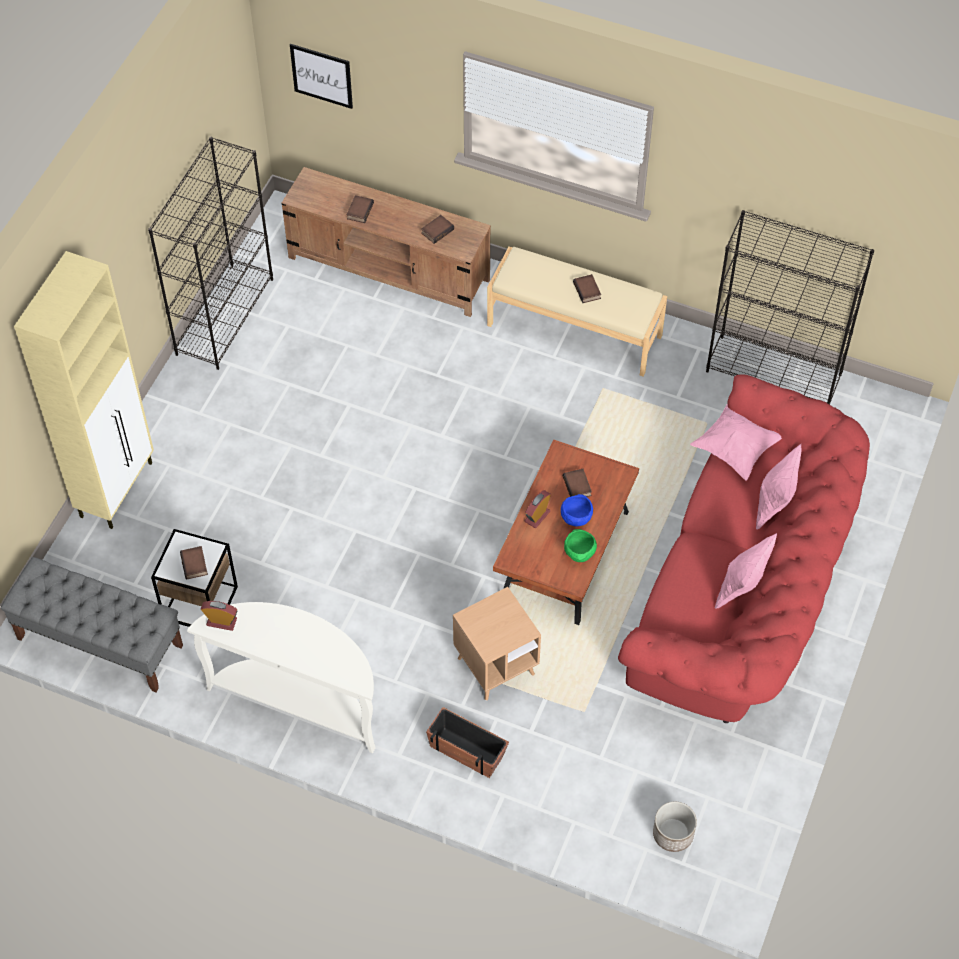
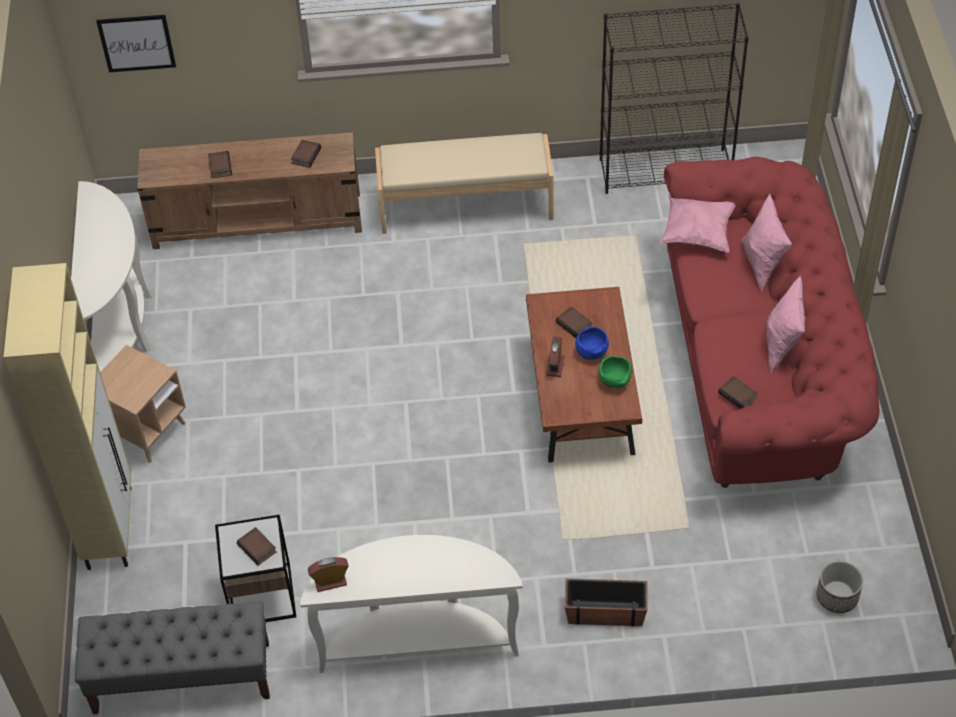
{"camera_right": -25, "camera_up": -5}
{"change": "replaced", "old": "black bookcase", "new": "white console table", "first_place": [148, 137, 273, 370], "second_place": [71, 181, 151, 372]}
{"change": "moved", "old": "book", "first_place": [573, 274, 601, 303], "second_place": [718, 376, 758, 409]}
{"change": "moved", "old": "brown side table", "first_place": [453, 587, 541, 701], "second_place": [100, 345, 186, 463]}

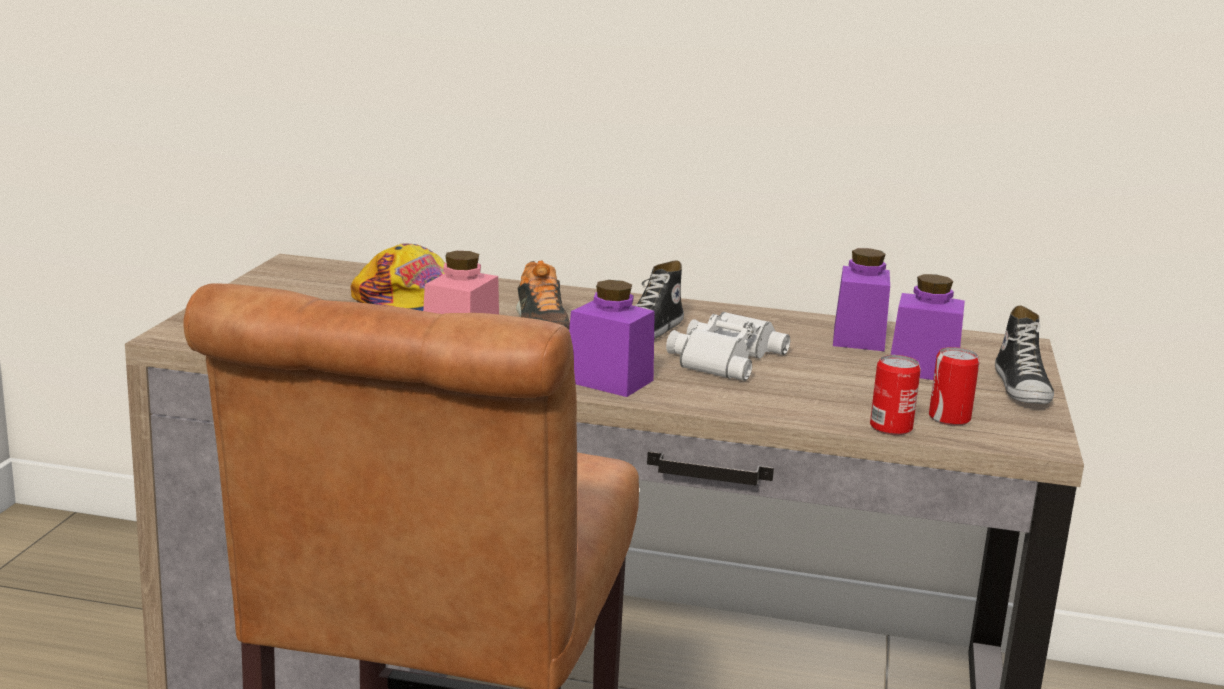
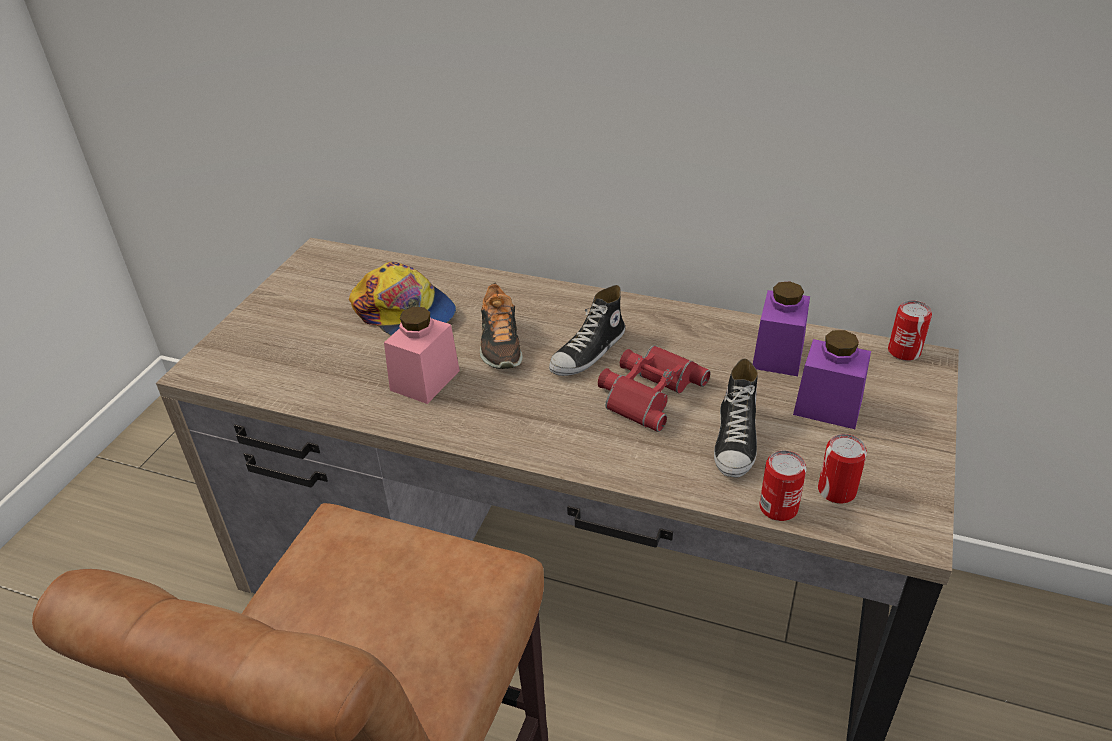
{"camera_right": 10, "camera_up": 20}
{"change": "removed", "old": "purple jar", "first_place": [569, 280, 655, 397]}
{"change": "moved", "old": "shoe", "first_place": [995, 306, 1054, 404], "second_place": [714, 359, 758, 478]}
{"change": "recoloured", "old": "white binoculars", "new": "red binoculars", "first_place": [666, 312, 790, 381], "second_place": [598, 345, 711, 432]}
{"change": "added", "new": "can", "second_place": [888, 300, 932, 361]}

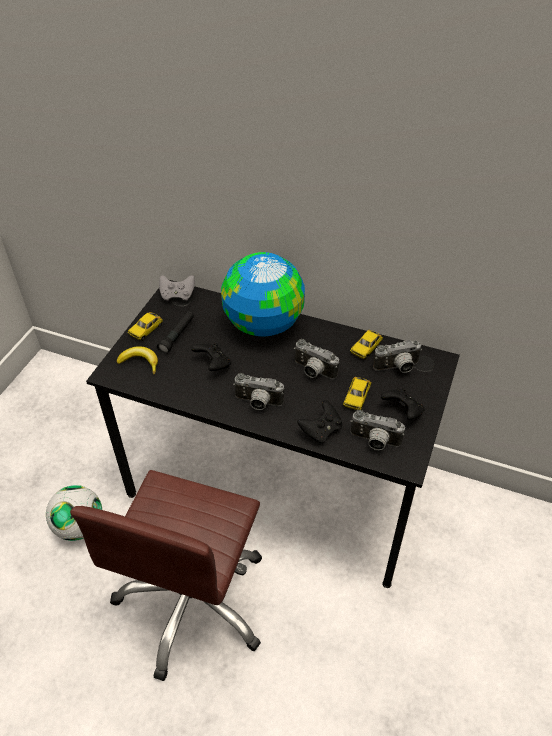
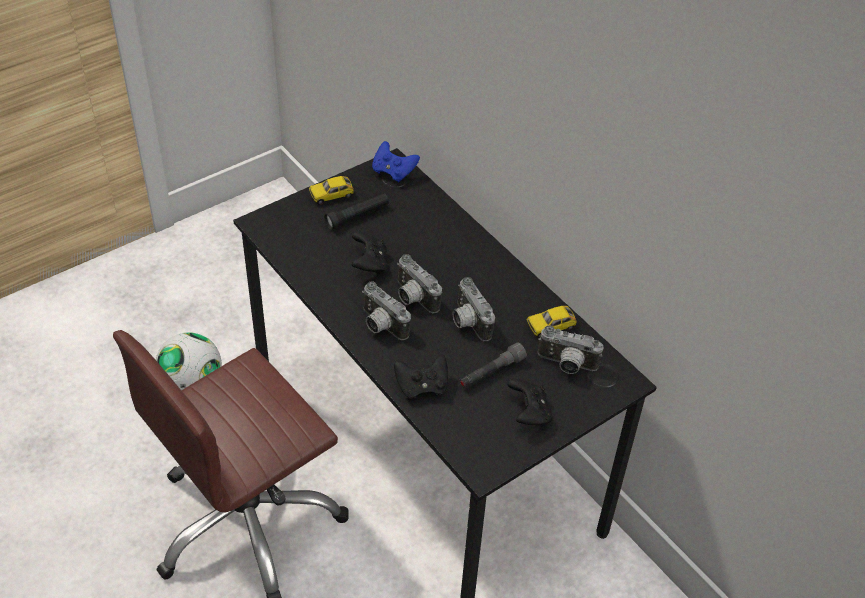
{"camera_right": 30, "camera_up": 0}
{"change": "removed", "old": "globe", "first_place": [221, 252, 305, 337]}
{"change": "recoloured", "old": "grey game controller", "new": "blue game controller", "first_place": [159, 275, 195, 301], "second_place": [372, 141, 420, 183]}
{"change": "removed", "old": "banana", "first_place": [117, 346, 158, 374]}
{"change": "replaced", "old": "toy car", "new": "grey flashlight", "first_place": [343, 377, 371, 410], "second_place": [459, 342, 527, 388]}
{"change": "moved", "old": "photo camera", "first_place": [350, 410, 405, 450], "second_place": [397, 254, 442, 313]}

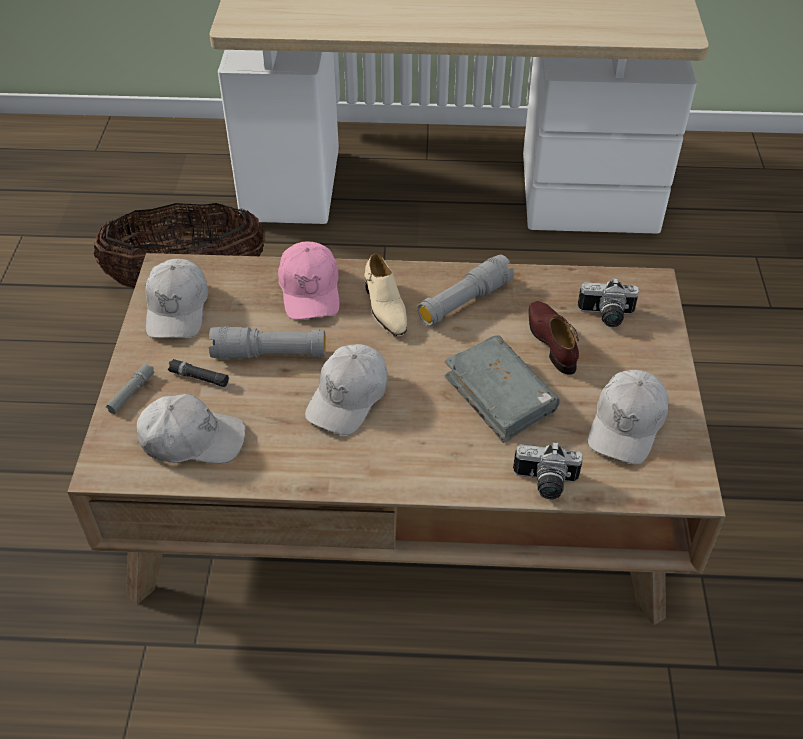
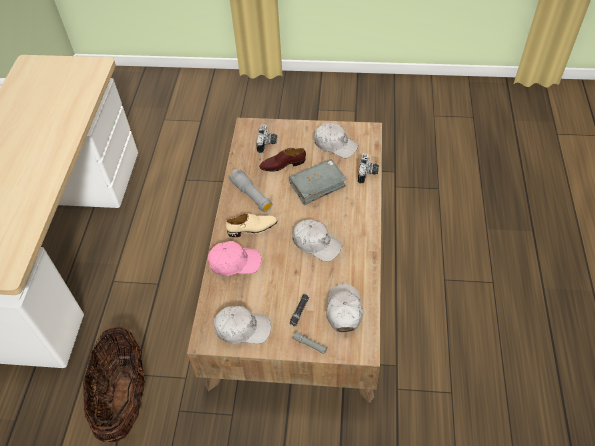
{"camera_right": -85, "camera_up": 5}
{"change": "removed", "old": "grey flashlight", "first_place": [209, 326, 326, 359]}

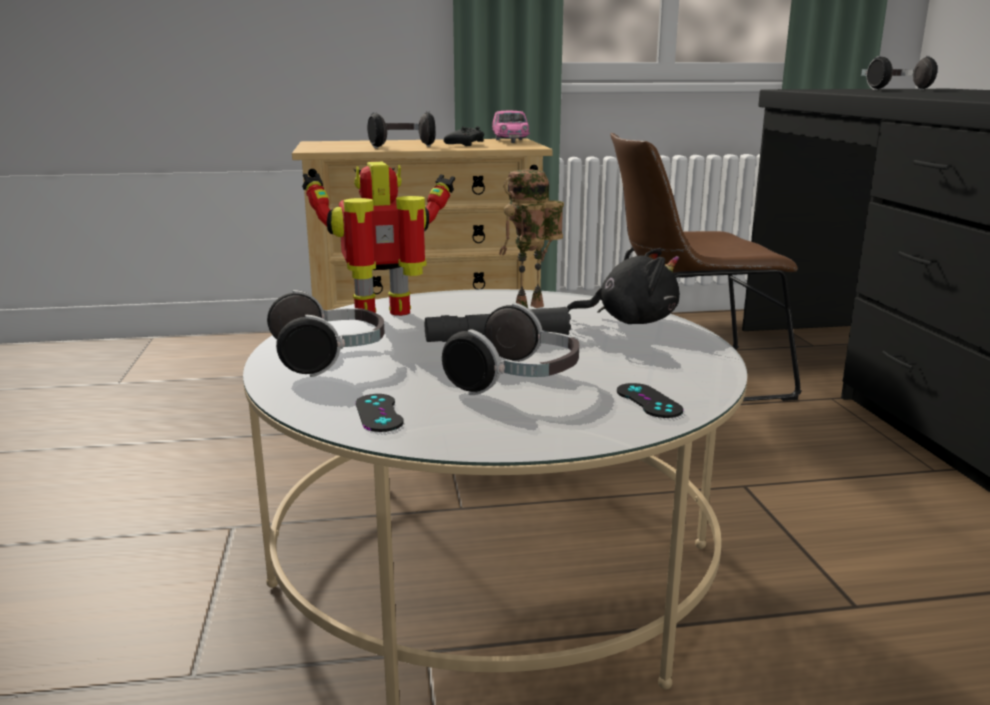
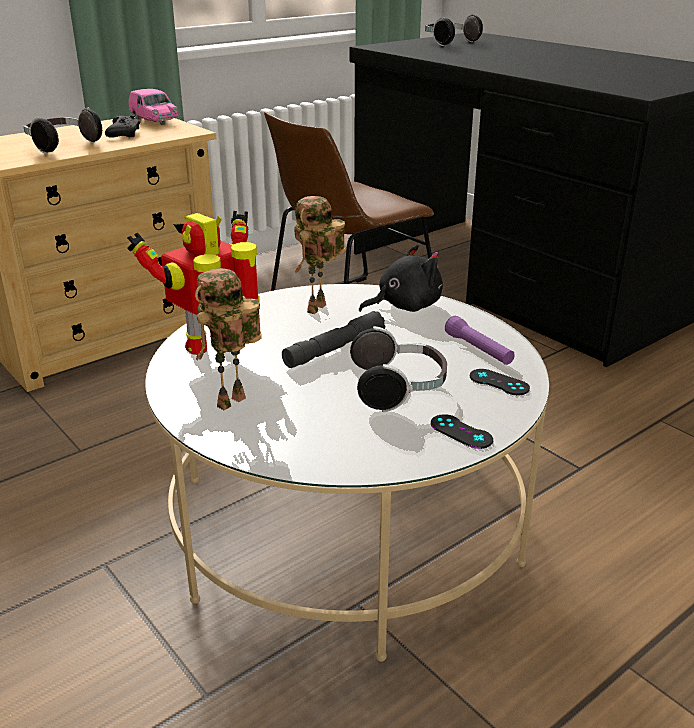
{"camera_right": -30, "camera_up": 10}
{"change": "replaced", "old": "headphones", "new": "toy robot", "first_place": [267, 290, 384, 377], "second_place": [195, 268, 262, 410]}
{"change": "moved", "old": "black game controller", "first_place": [356, 394, 404, 432], "second_place": [431, 414, 493, 449]}
{"change": "added", "new": "purple flashlight", "second_place": [445, 316, 515, 365]}

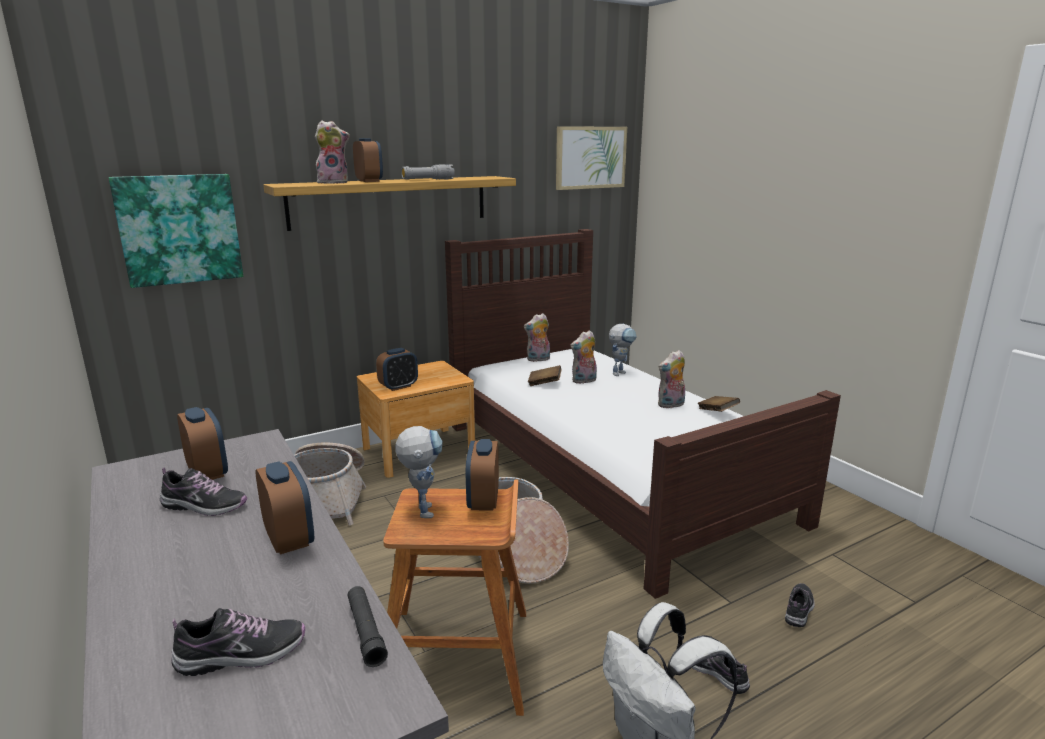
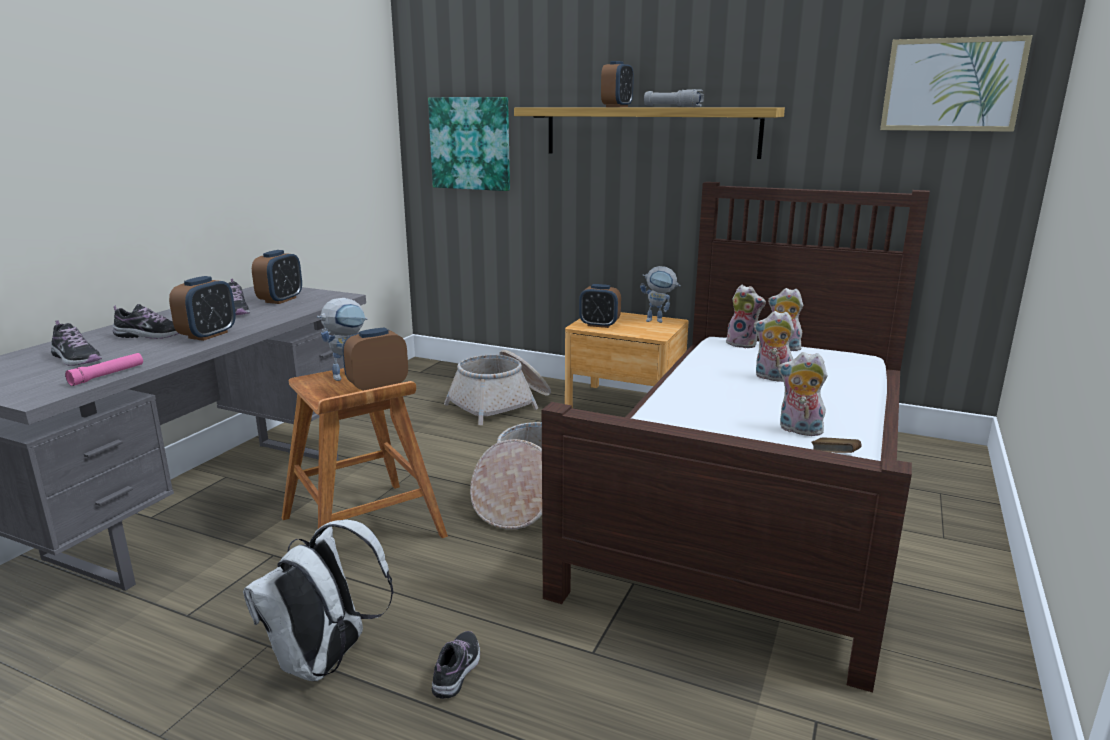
{"camera_right": 55, "camera_up": 0}
{"change": "moved", "old": "plush toy", "first_place": [315, 120, 350, 184], "second_place": [726, 285, 766, 349]}
{"change": "moved", "old": "toy robot", "first_place": [609, 324, 637, 376], "second_place": [640, 266, 681, 323]}
{"change": "removed", "old": "brown book", "first_place": [528, 365, 562, 386]}
{"change": "moved", "old": "shoe", "first_place": [785, 583, 815, 627], "second_place": [113, 304, 179, 339]}
{"change": "recoloured", "old": "black flashlight", "new": "pink flashlight", "first_place": [348, 586, 388, 667], "second_place": [65, 353, 143, 386]}

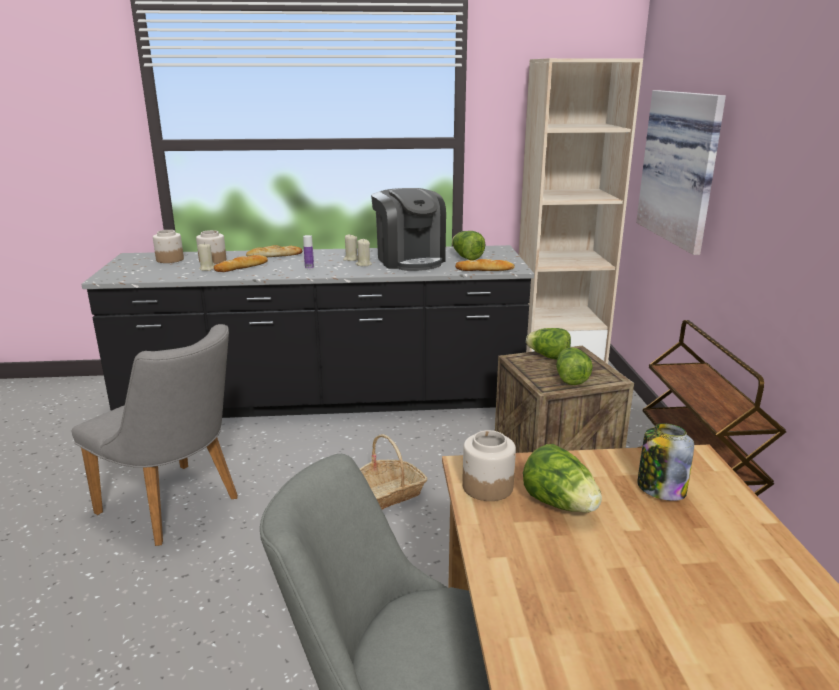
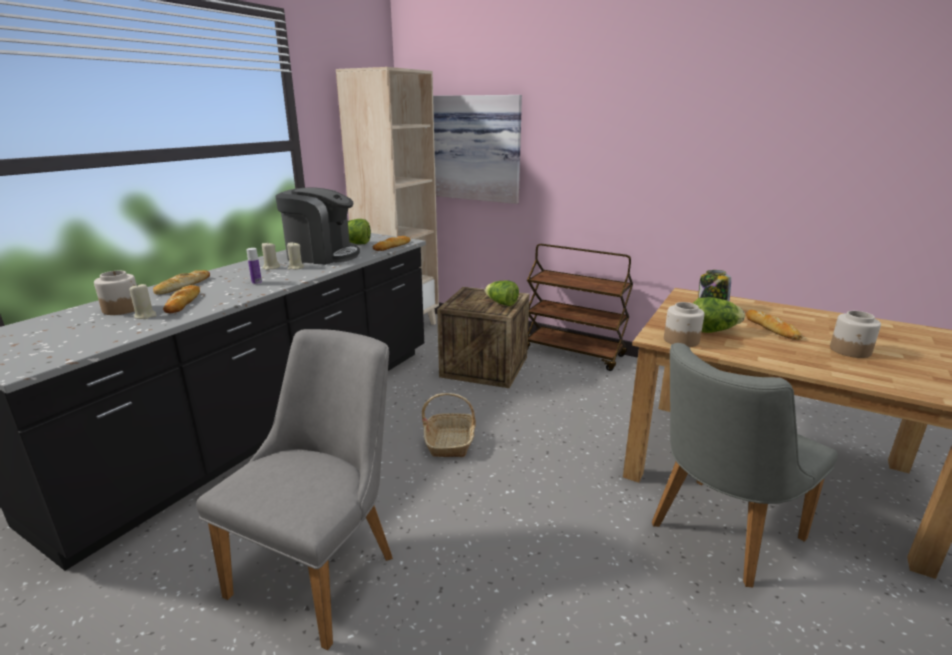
{"camera_right": -55, "camera_up": 0}
{"change": "moved", "old": "jar", "first_place": [153, 230, 184, 263], "second_place": [830, 311, 881, 358]}
{"change": "turned", "old": "grey chair", "first_place": [72, 324, 238, 546], "second_place": [196, 329, 393, 650], "degrees": -45}
{"change": "removed", "old": "lettuce", "first_place": [526, 328, 571, 360]}
{"change": "added", "new": "bread", "second_place": [746, 310, 802, 340]}

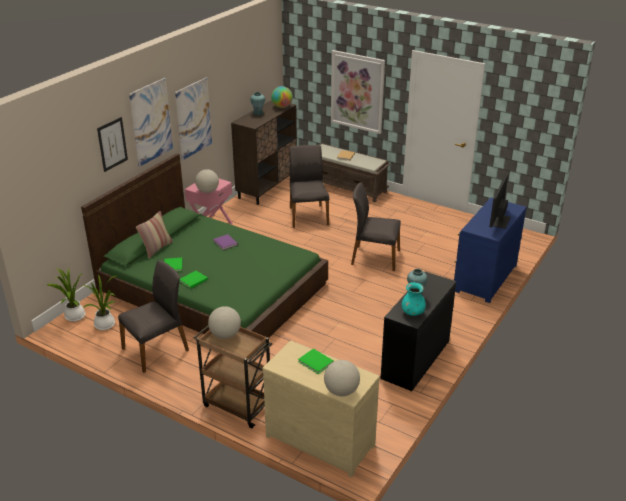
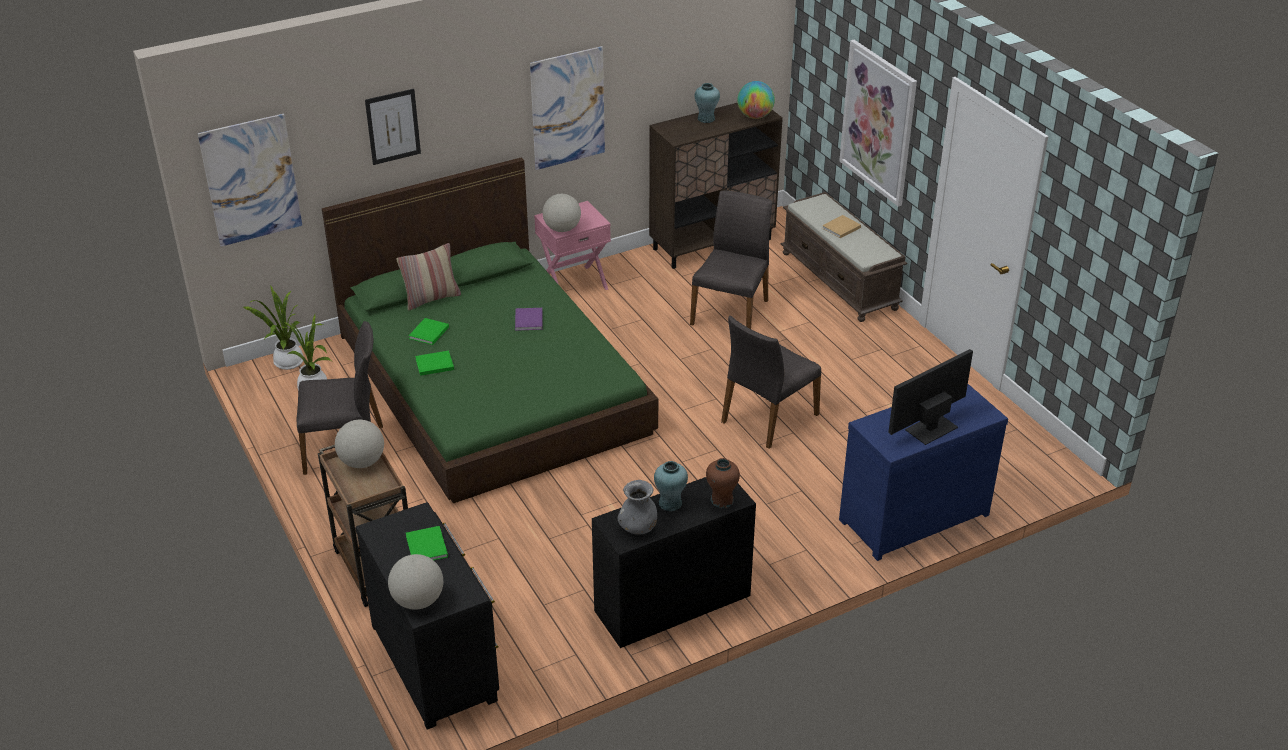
{"camera_right": 30, "camera_up": 5}
{"change": "moved", "old": "picture", "first_place": [129, 78, 173, 167], "second_place": [198, 114, 302, 247]}
{"change": "turned", "old": "grey chair", "first_place": [351, 182, 401, 271], "second_place": [721, 316, 821, 449], "degrees": -90}
{"change": "recoloured", "old": "turquoise vase", "new": "grey vase", "first_place": [401, 282, 426, 316], "second_place": [618, 480, 657, 534]}
{"change": "recoloured", "old": "beige dresser", "new": "black dresser", "first_place": [262, 340, 380, 477], "second_place": [355, 502, 499, 730]}
{"change": "added", "new": "brown vase", "second_place": [706, 458, 740, 508]}

